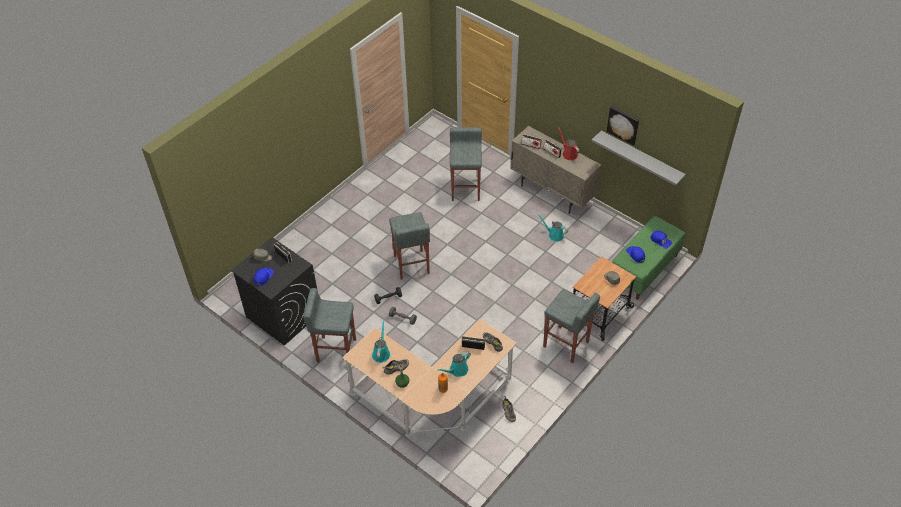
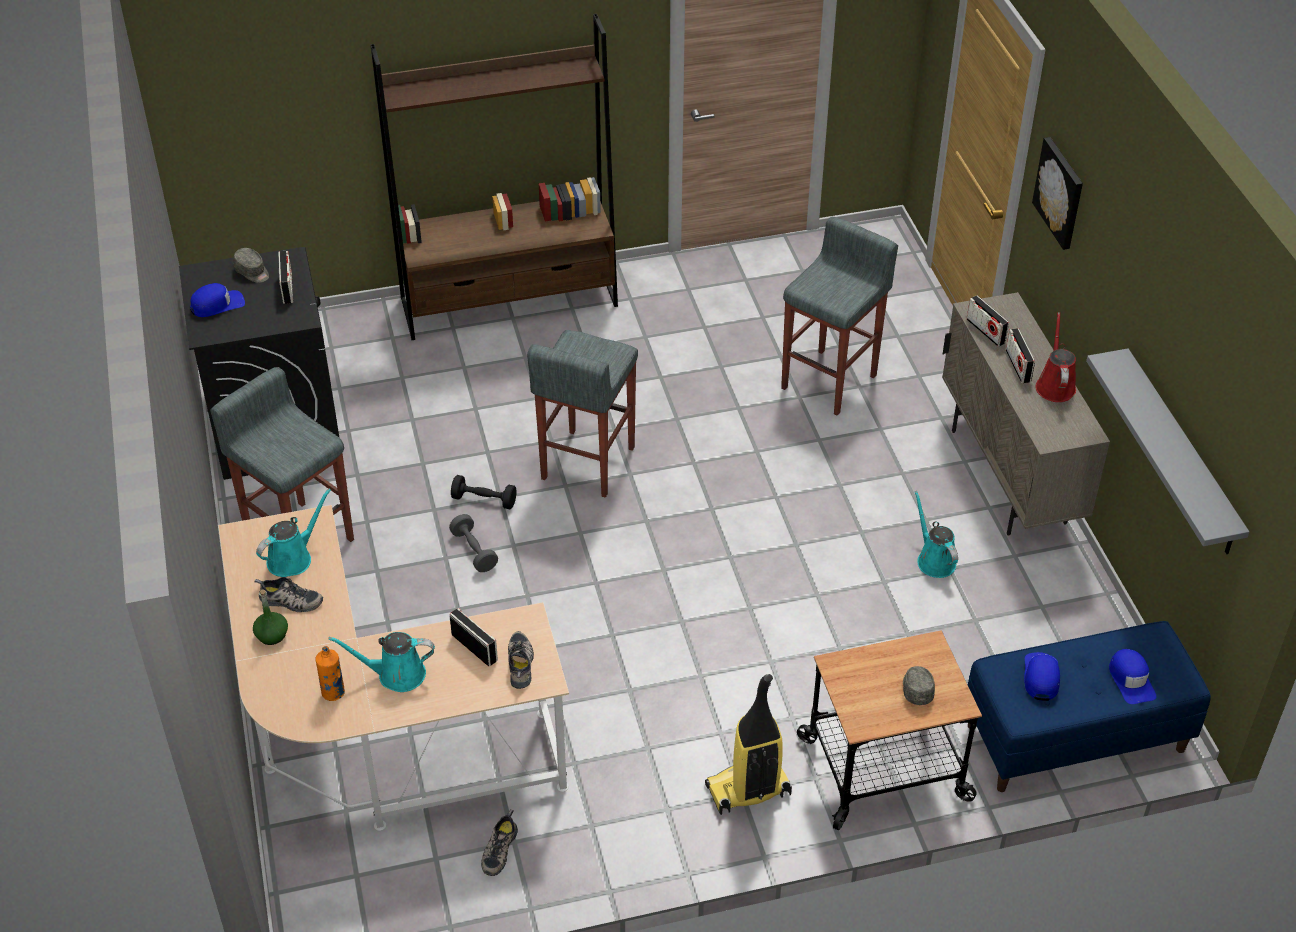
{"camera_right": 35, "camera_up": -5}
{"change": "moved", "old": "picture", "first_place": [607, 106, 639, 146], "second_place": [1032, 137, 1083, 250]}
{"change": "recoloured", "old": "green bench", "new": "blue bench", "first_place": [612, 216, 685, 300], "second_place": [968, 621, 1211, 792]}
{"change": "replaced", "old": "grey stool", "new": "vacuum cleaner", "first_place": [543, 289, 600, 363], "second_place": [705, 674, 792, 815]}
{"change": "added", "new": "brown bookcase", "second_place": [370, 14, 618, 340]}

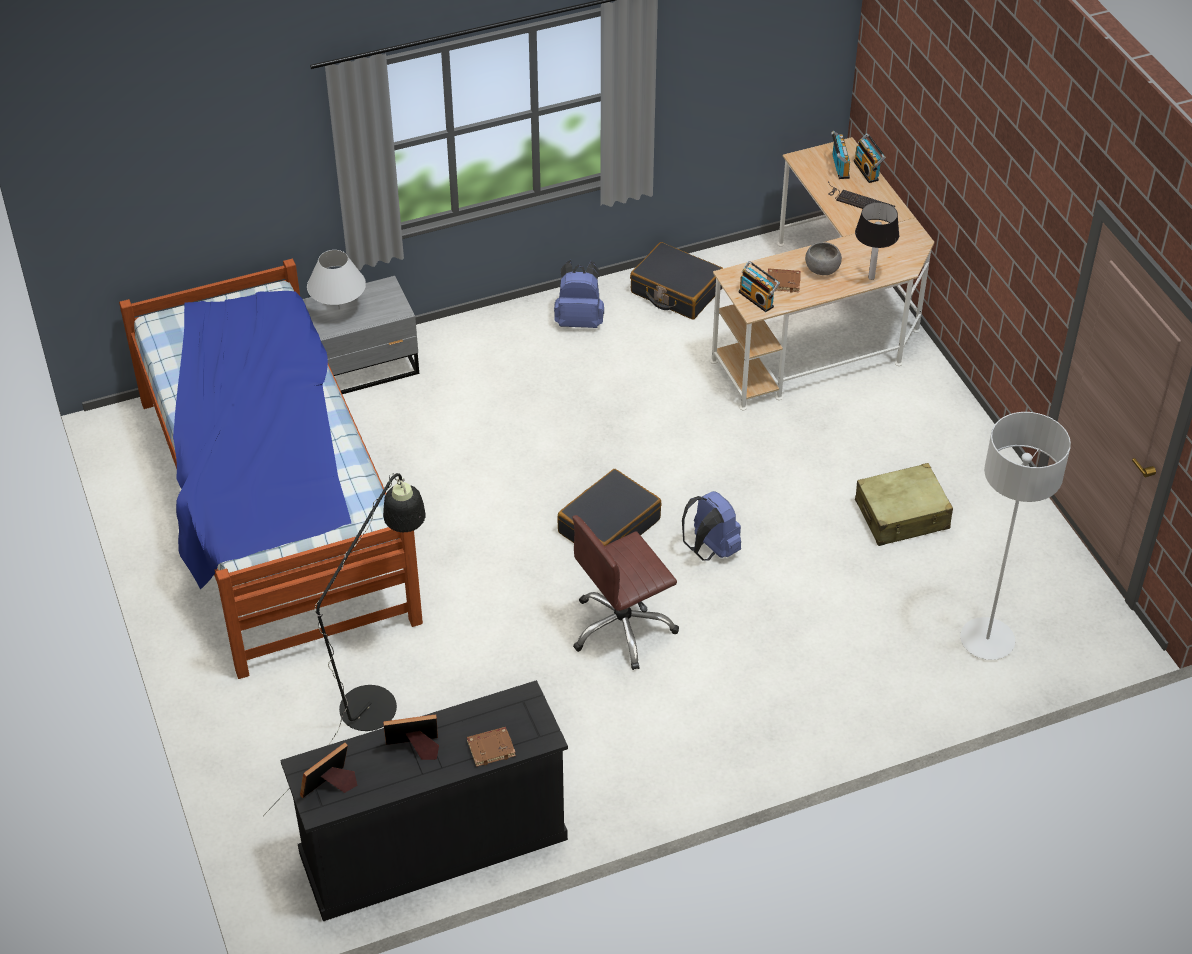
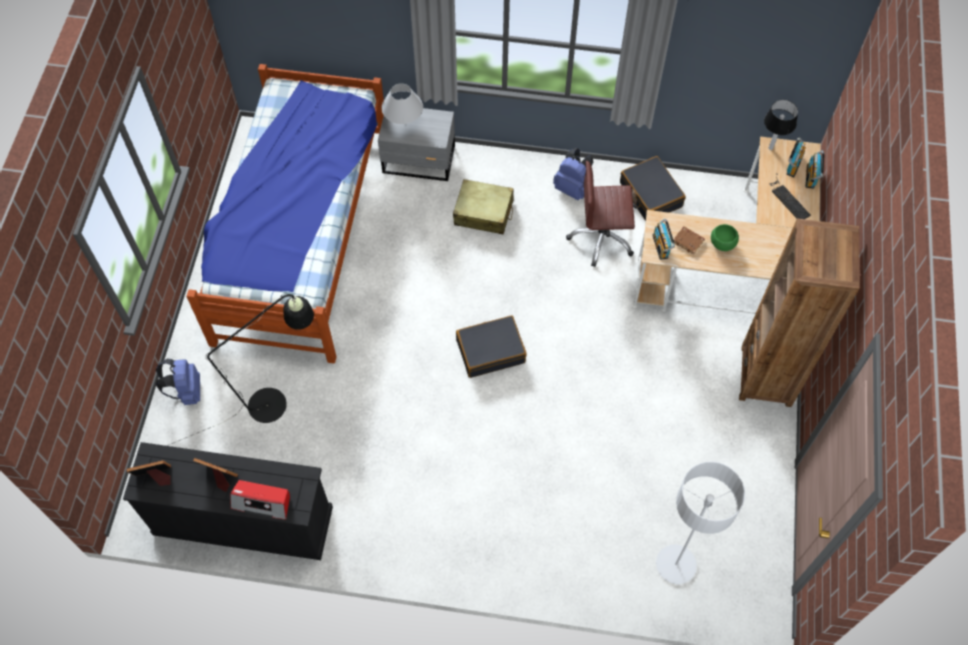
{"camera_right": 30, "camera_up": 15}
{"change": "moved", "old": "table lamp", "first_place": [855, 202, 899, 280], "second_place": [764, 100, 798, 150]}
{"change": "recoloured", "old": "grey bowl", "new": "green bowl", "first_place": [805, 242, 842, 275], "second_place": [711, 224, 739, 251]}
{"change": "moved", "old": "beige suitcase", "first_place": [855, 463, 953, 546], "second_place": [453, 179, 514, 234]}
{"change": "moved", "old": "blue backpack", "first_place": [682, 491, 741, 561], "second_place": [156, 359, 200, 405]}
{"change": "moved", "old": "brown office chair", "first_place": [572, 515, 679, 670], "second_place": [566, 161, 635, 267]}
{"change": "replaced", "old": "brown book", "new": "radio", "first_place": [467, 727, 516, 767], "second_place": [230, 480, 290, 520]}
{"change": "added", "new": "brown bookcase", "second_place": [739, 218, 859, 407]}

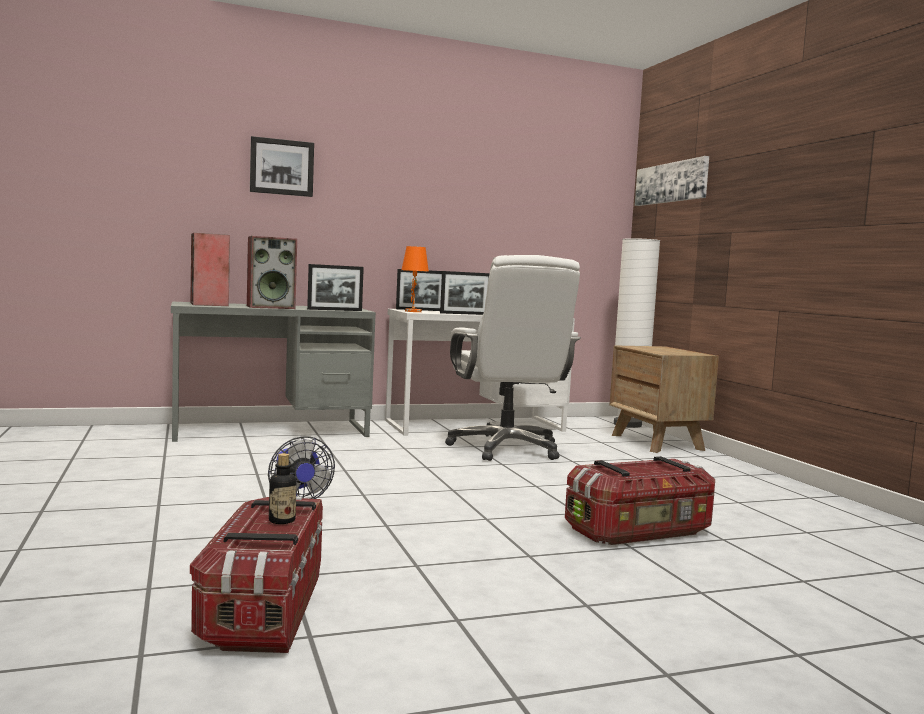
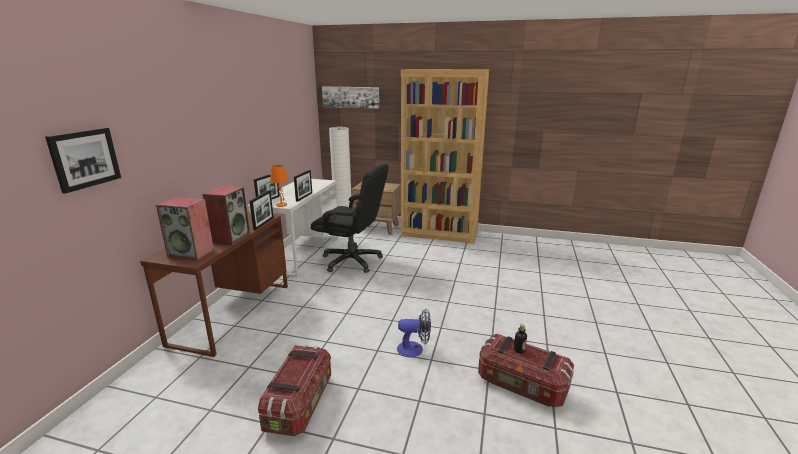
{"camera_right": -55, "camera_up": 15}
{"change": "moved", "old": "picture", "first_place": [250, 136, 314, 197], "second_place": [45, 128, 121, 194]}
{"change": "recoloured", "old": "white office chair", "new": "black office chair", "first_place": [445, 255, 581, 461], "second_place": [311, 163, 389, 273]}
{"change": "recoloured", "old": "grey desk", "new": "brown desk", "first_place": [171, 302, 376, 442], "second_place": [140, 212, 288, 357]}
{"change": "moved", "old": "storage box", "first_place": [565, 456, 715, 545], "second_place": [258, 345, 331, 436]}
{"change": "added", "new": "brown bookcase", "second_place": [401, 69, 489, 244]}

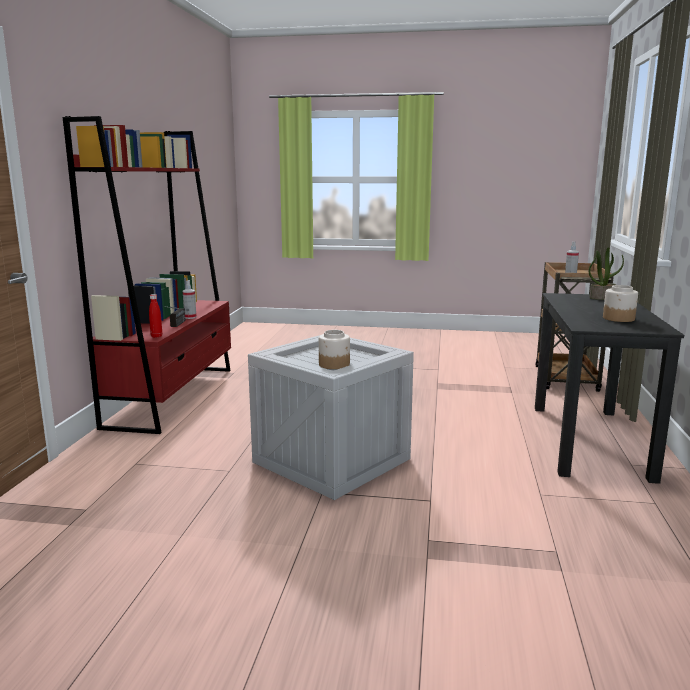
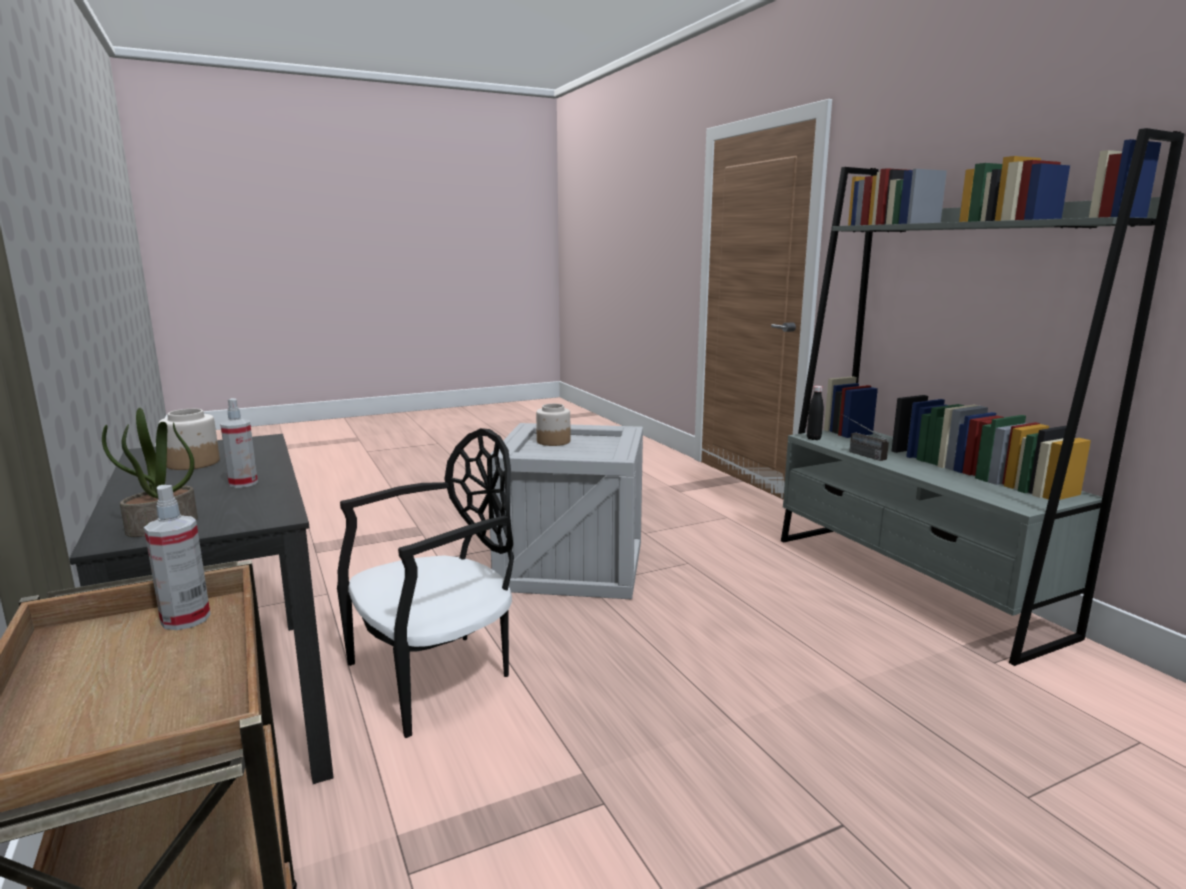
{"camera_right": 145, "camera_up": 0}
{"change": "recoloured", "old": "red bookcase", "new": "grey bookcase", "first_place": [63, 116, 231, 434], "second_place": [781, 128, 1185, 666]}
{"change": "moved", "old": "spray bottle", "first_place": [183, 280, 196, 319], "second_place": [220, 398, 258, 488]}
{"change": "recoloured", "old": "red bottle", "new": "black bottle", "first_place": [149, 294, 162, 338], "second_place": [807, 386, 824, 440]}
{"change": "added", "new": "black chair", "second_place": [337, 428, 514, 738]}

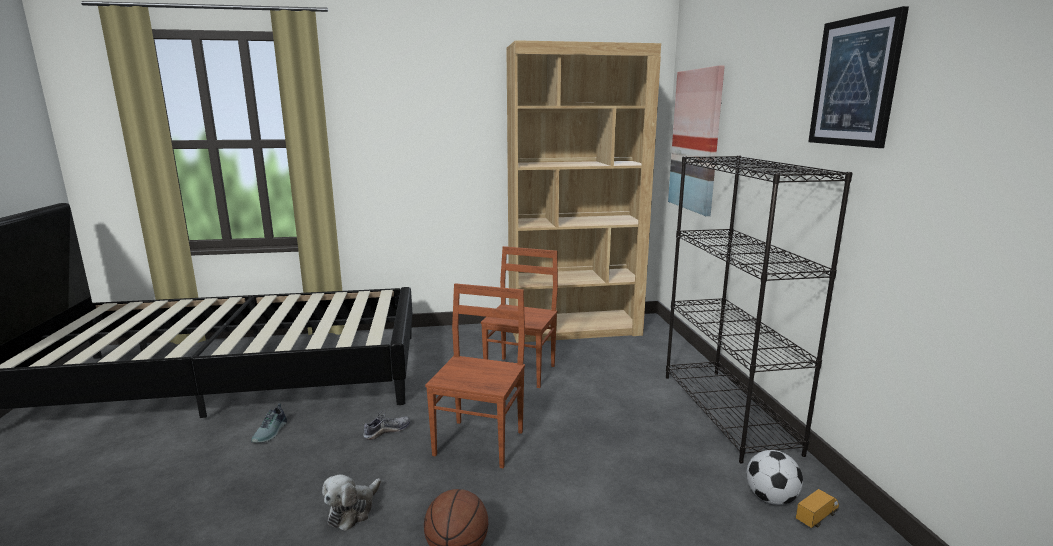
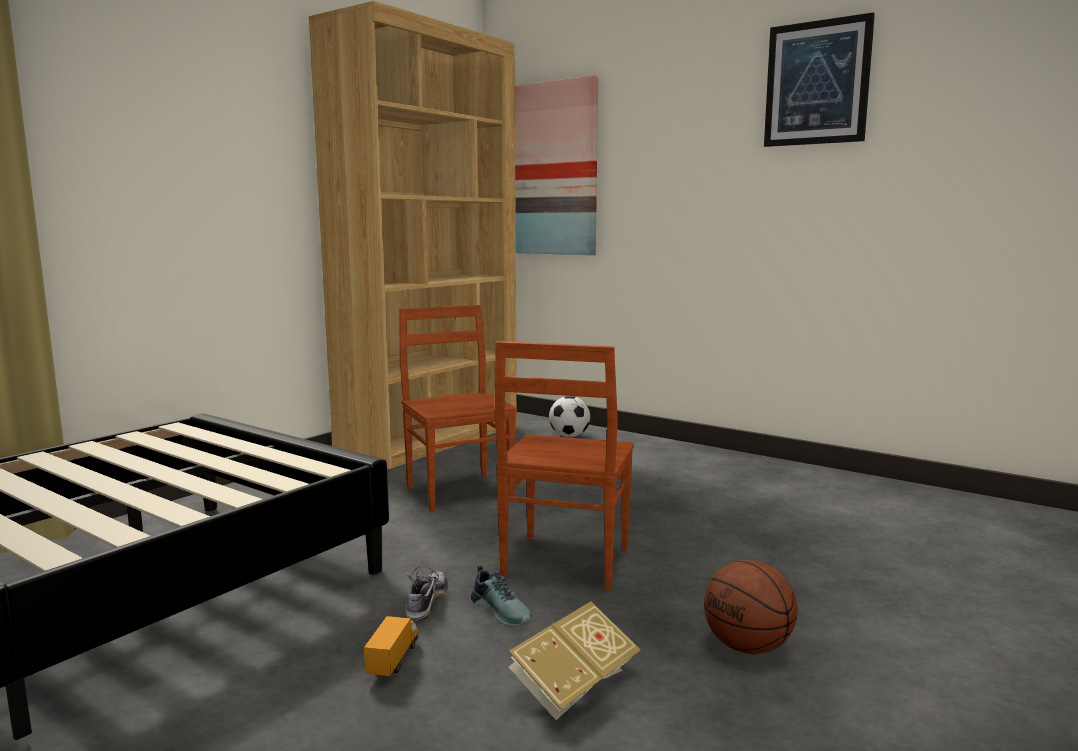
{"camera_right": -45, "camera_up": -5}
{"change": "removed", "old": "black bookcase", "first_place": [666, 156, 852, 464]}
{"change": "turned", "old": "brown chair", "first_place": [425, 283, 525, 468], "second_place": [495, 341, 634, 590], "degrees": -135}
{"change": "moved", "old": "shoe", "first_place": [251, 404, 287, 443], "second_place": [471, 565, 533, 627]}
{"change": "moved", "old": "football", "first_place": [746, 450, 803, 505], "second_place": [549, 396, 590, 437]}
{"change": "replaced", "old": "plush toy", "new": "book", "first_place": [322, 474, 381, 531], "second_place": [508, 601, 641, 720]}
{"change": "moved", "old": "toy truck", "first_place": [796, 489, 839, 528], "second_place": [364, 616, 418, 676]}

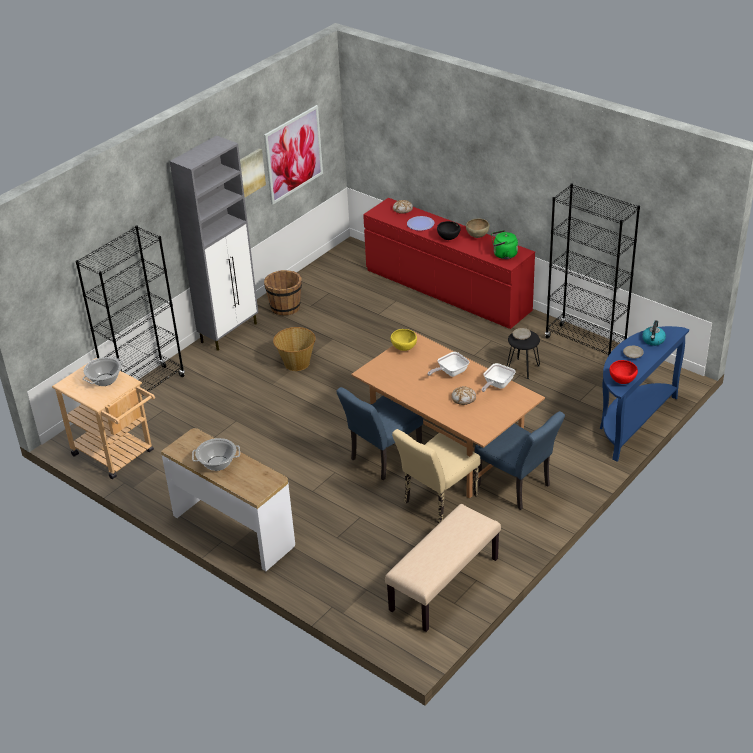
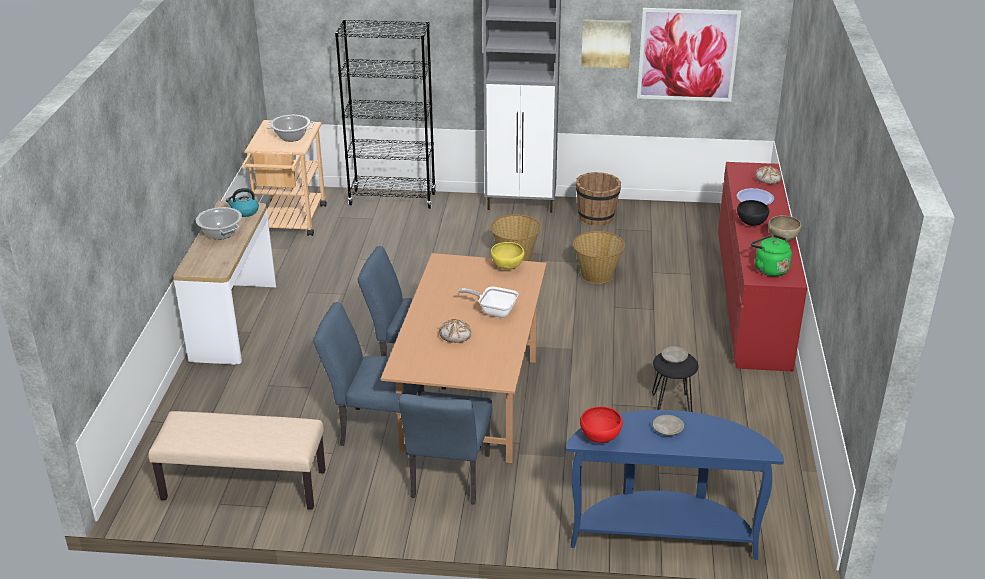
{"camera_right": 55, "camera_up": -5}
{"change": "removed", "old": "black bookcase", "first_place": [545, 183, 640, 358]}
{"change": "moved", "old": "kettle", "first_place": [642, 320, 666, 346], "second_place": [226, 188, 259, 217]}
{"change": "removed", "old": "frying pan", "first_place": [482, 363, 515, 392]}
{"change": "recoloured", "old": "beige chair", "new": "blue chair", "first_place": [392, 429, 480, 523], "second_place": [313, 302, 424, 455]}
{"change": "added", "new": "basket", "second_place": [573, 231, 625, 284]}

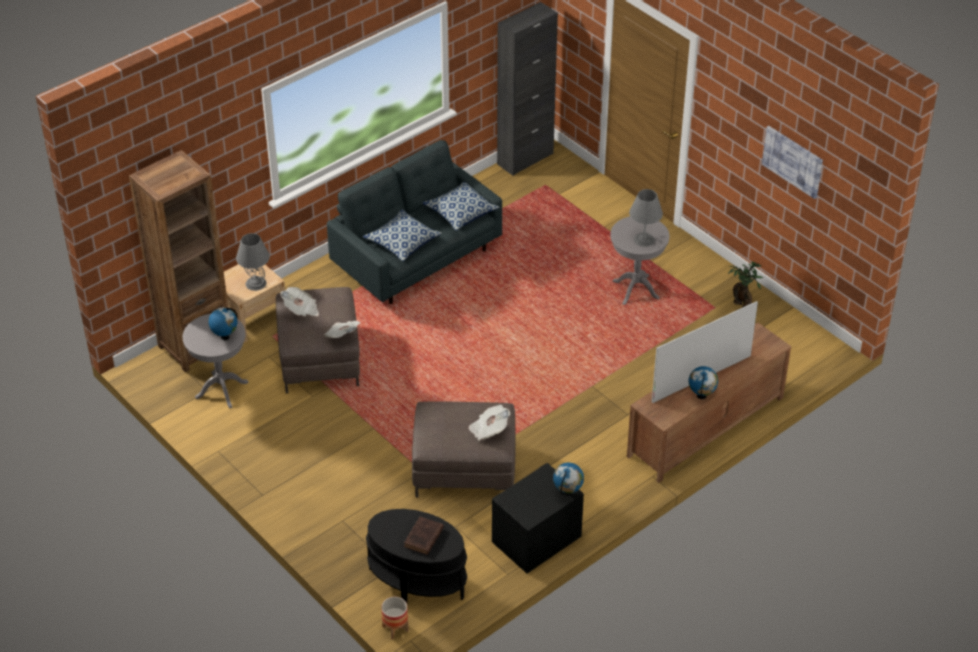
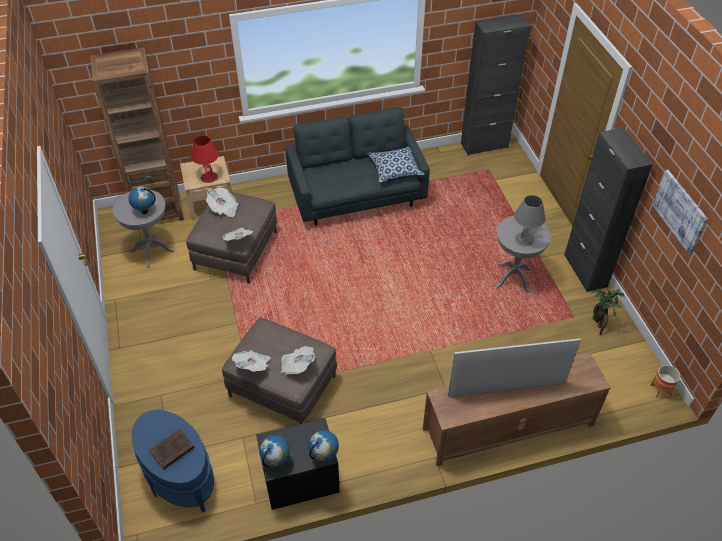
{"camera_right": 25, "camera_up": 5}
{"change": "removed", "old": "pillow", "first_place": [363, 209, 442, 261]}
{"change": "recoloured", "old": "grey table lamp", "new": "red table lamp", "first_place": [236, 233, 270, 291], "second_place": [191, 135, 219, 183]}
{"change": "moved", "old": "globe", "first_place": [689, 366, 718, 399], "second_place": [259, 435, 290, 467]}
{"change": "recoloured", "old": "black side table", "new": "blue side table", "first_place": [366, 509, 467, 603], "second_place": [132, 410, 214, 513]}
{"change": "moved", "old": "planter", "first_place": [381, 597, 409, 639], "second_place": [651, 365, 680, 398]}
{"change": "added", "new": "black cabinet", "second_place": [564, 128, 653, 292]}
{"change": "added", "new": "newspaper", "second_place": [232, 350, 271, 372]}

